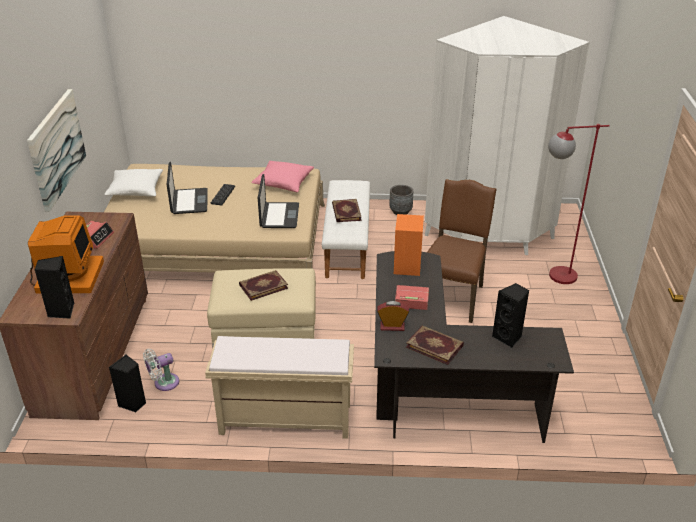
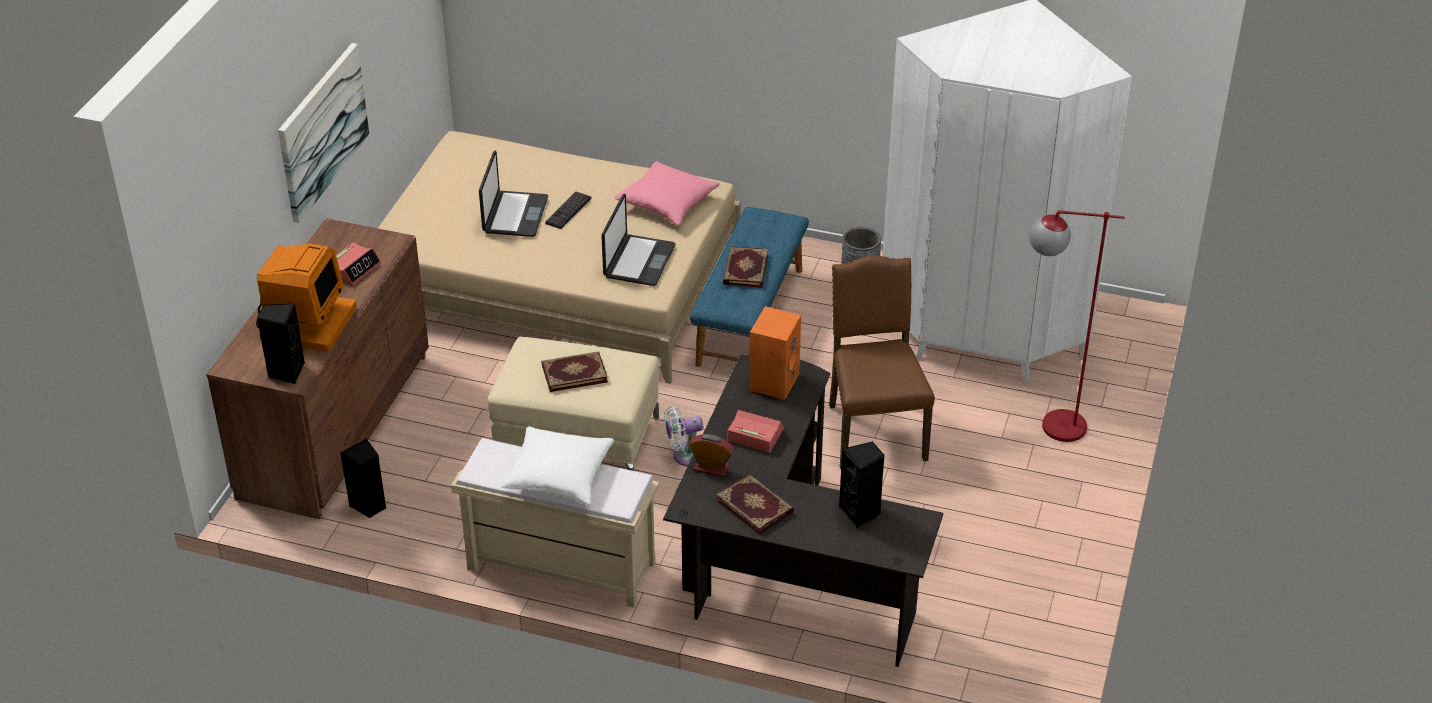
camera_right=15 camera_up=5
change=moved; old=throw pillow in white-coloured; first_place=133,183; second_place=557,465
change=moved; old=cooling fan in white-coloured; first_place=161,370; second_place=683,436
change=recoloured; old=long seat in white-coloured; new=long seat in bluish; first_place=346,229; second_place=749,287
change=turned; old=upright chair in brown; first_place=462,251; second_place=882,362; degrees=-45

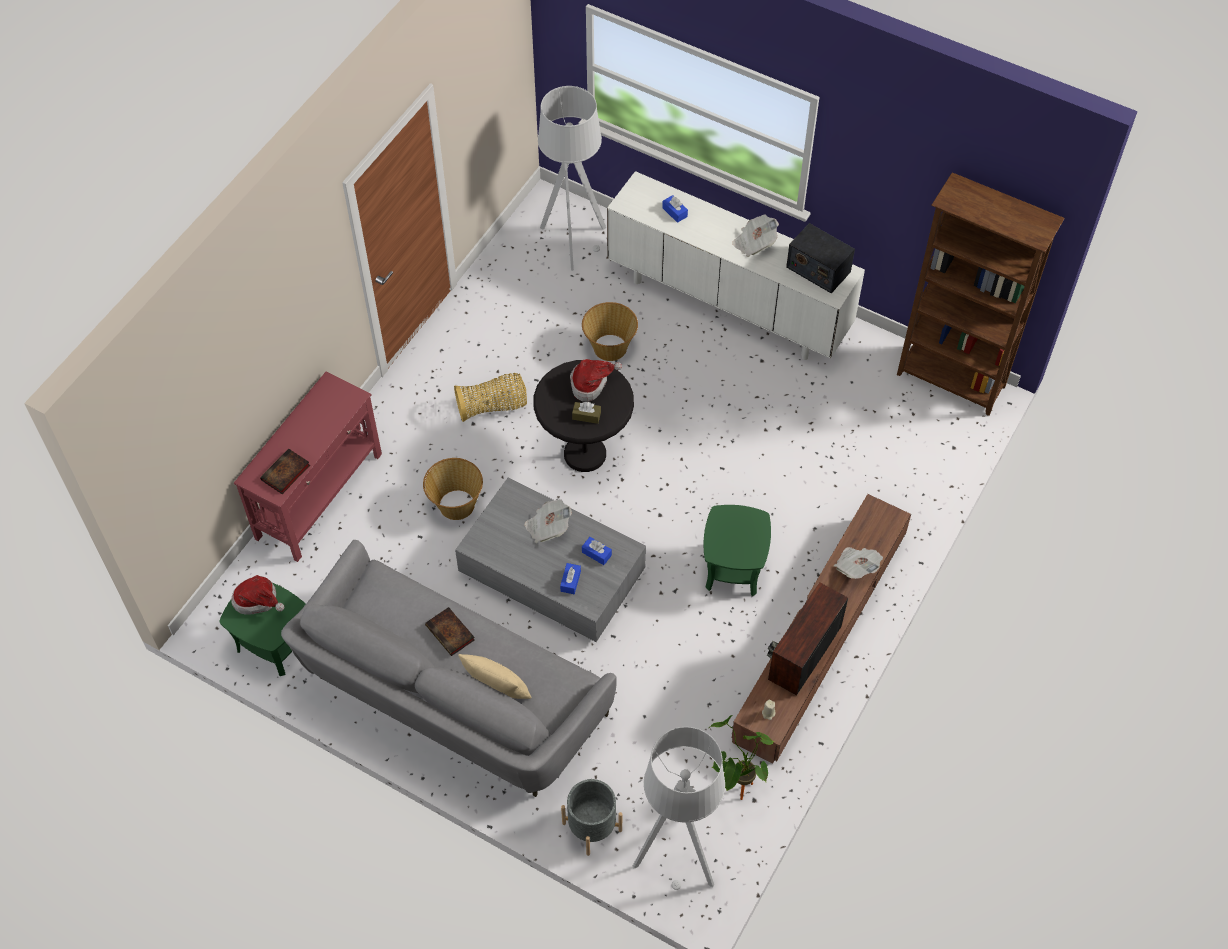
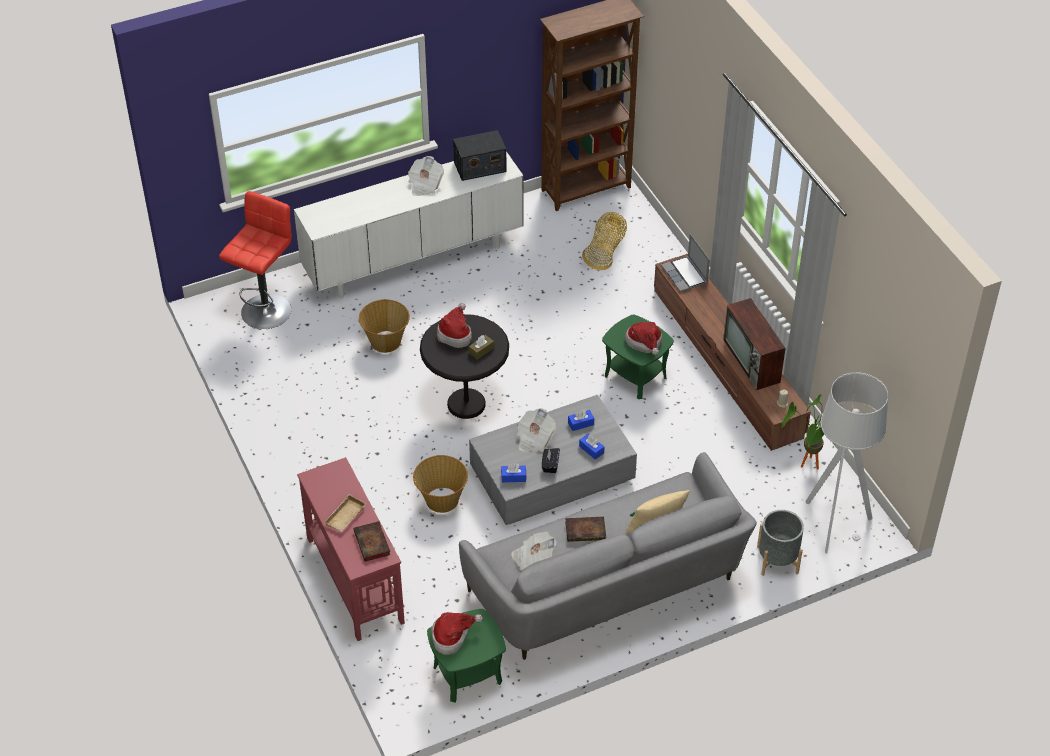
camera_right=-55 camera_up=-10
change=replaced; old=standard lamp in gray; new=stool seat in reddish; first_place=572,178; second_place=255,260
change=added; new=tray in beige; second_place=345,513
change=moved; old=box of tissues in bluish; first_place=675,209; second_place=513,473
change=moved; old=daily paper; first_place=858,563; second_place=534,551
change=added; new=box of tissues in blackish; second_place=551,460
change=moved; old=basket; first_place=490,397; second_place=604,241
change=added; new=hat; second_place=643,338
change=added; new=laptop; second_place=685,263

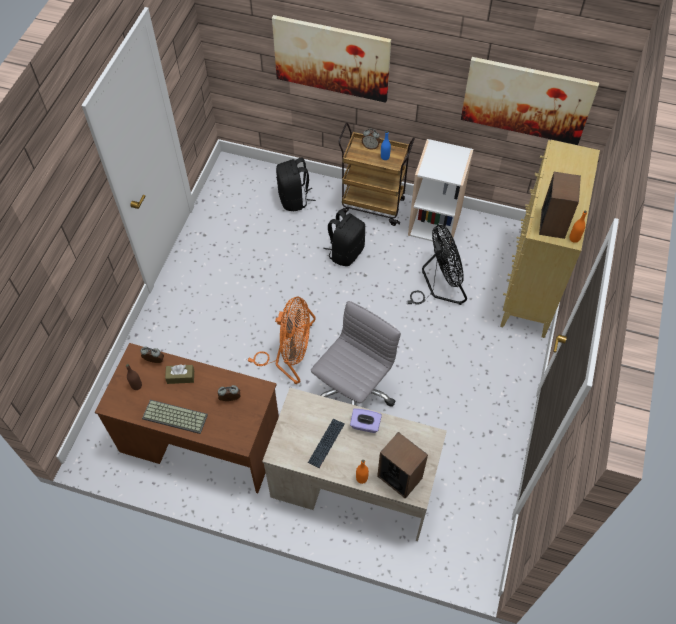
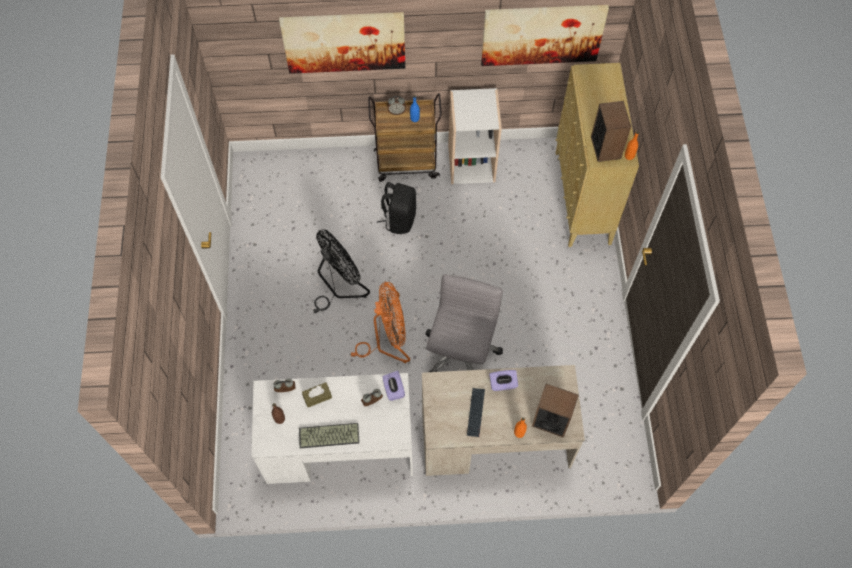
camera_right=-20 camera_up=5
change=recoloured; old=desk in brown; new=desk in white-coloured; first_place=187,418; second_place=332,428
change=moved; old=cooling fan in blackish; first_place=437,265; second_place=341,271
change=added; new=box of tissues in purplish; second_place=394,386
change=removed; old=rucksack in blackish; first_place=296,184

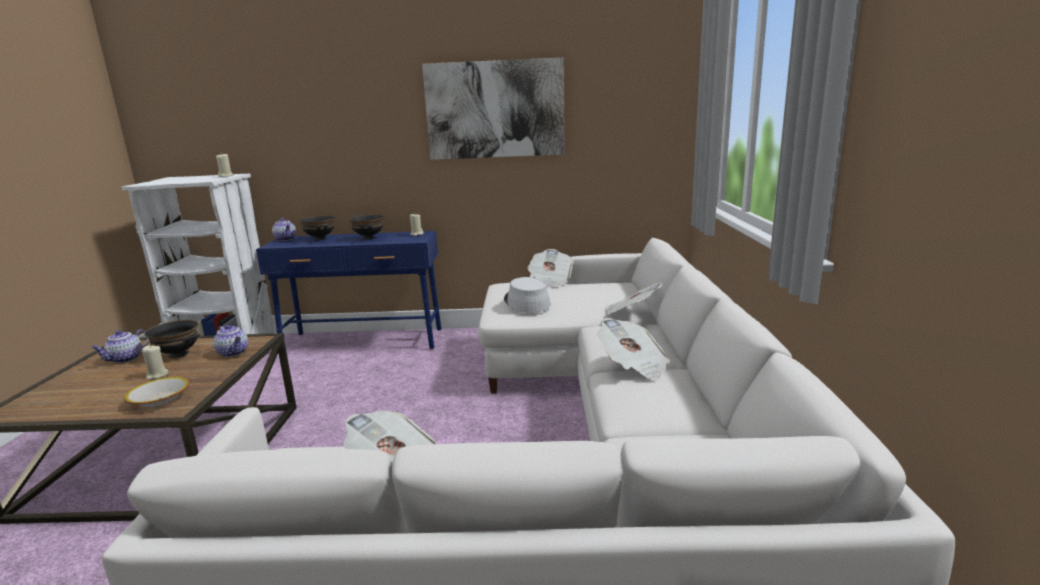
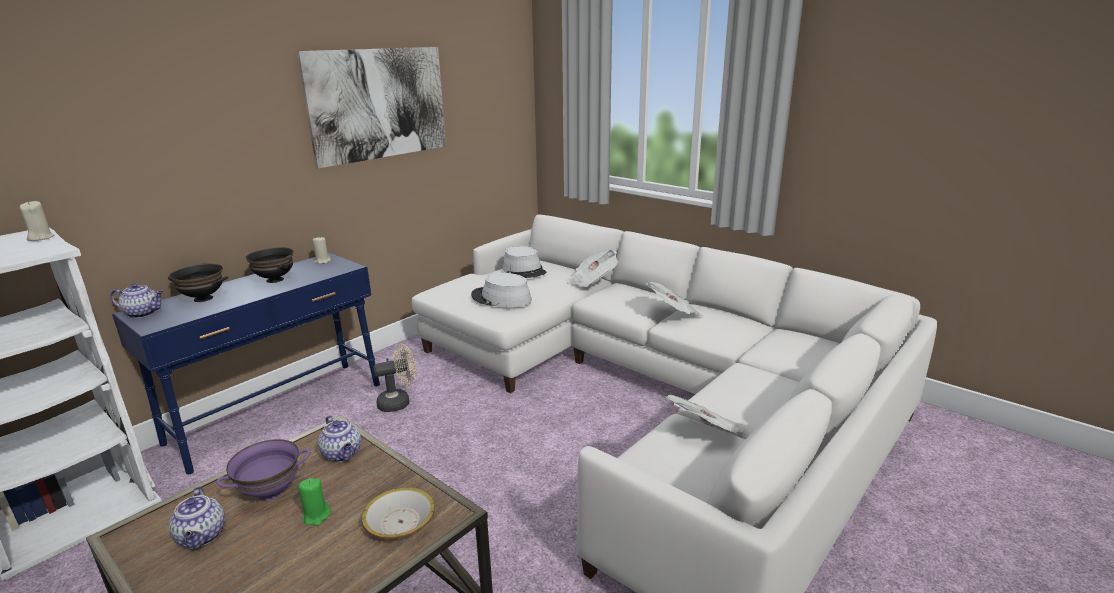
camera_right=-50 camera_up=5
change=recoloured; old=deep dish in blackish; new=deep dish in purplish; first_place=172,339; second_place=263,470
change=recoloured; old=wax light in beige; new=wax light in green; first_place=155,362; second_place=314,502
change=turned; old=tea pot; first_place=230,341; second_place=339,439; degrees=60
change=added; new=cooling fan in beige; second_place=395,378
change=added; new=hat in gray; second_place=524,262
change=removed; old=daily paper; first_place=550,268

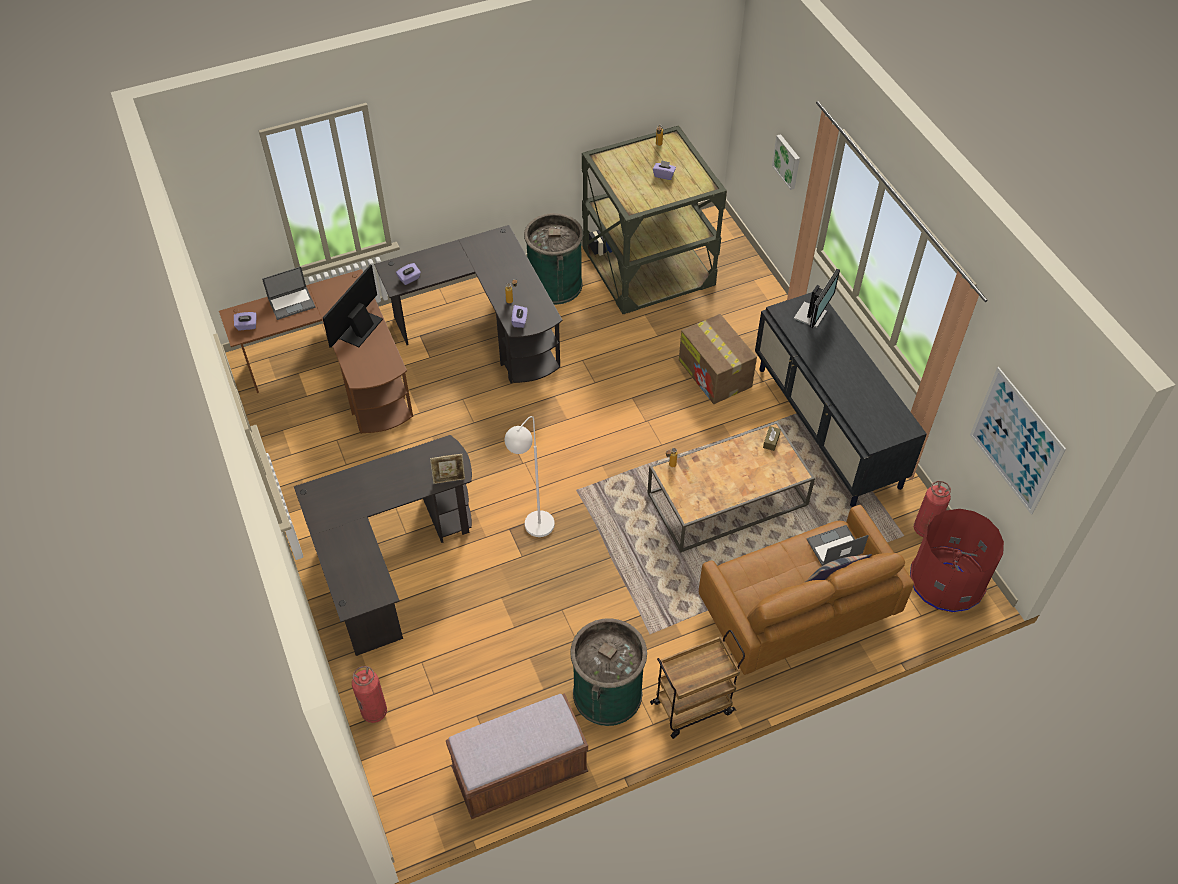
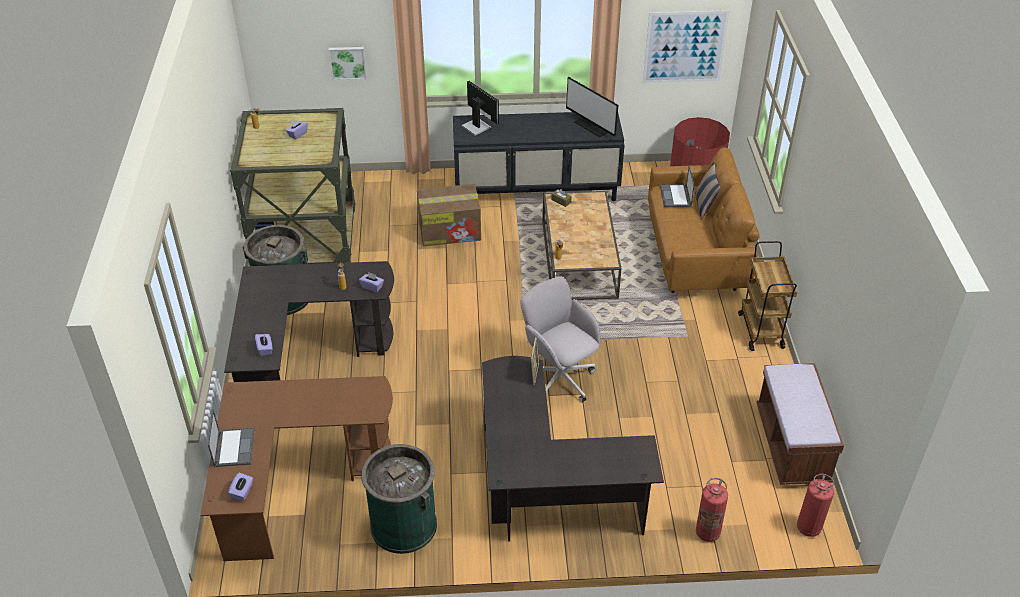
camera_right=-70 camera_up=-10
change=moved; old=trash can in green; first_place=608,672; second_place=399,499
change=replaced; old=standard lamp in white-coloured; new=desk chair in gray; first_place=530,476; second_place=560,339
change=moved; old=computer screen; first_place=353,306; second_place=592,107
change=moved; old=extinguisher; first_place=932,509; second_place=815,505

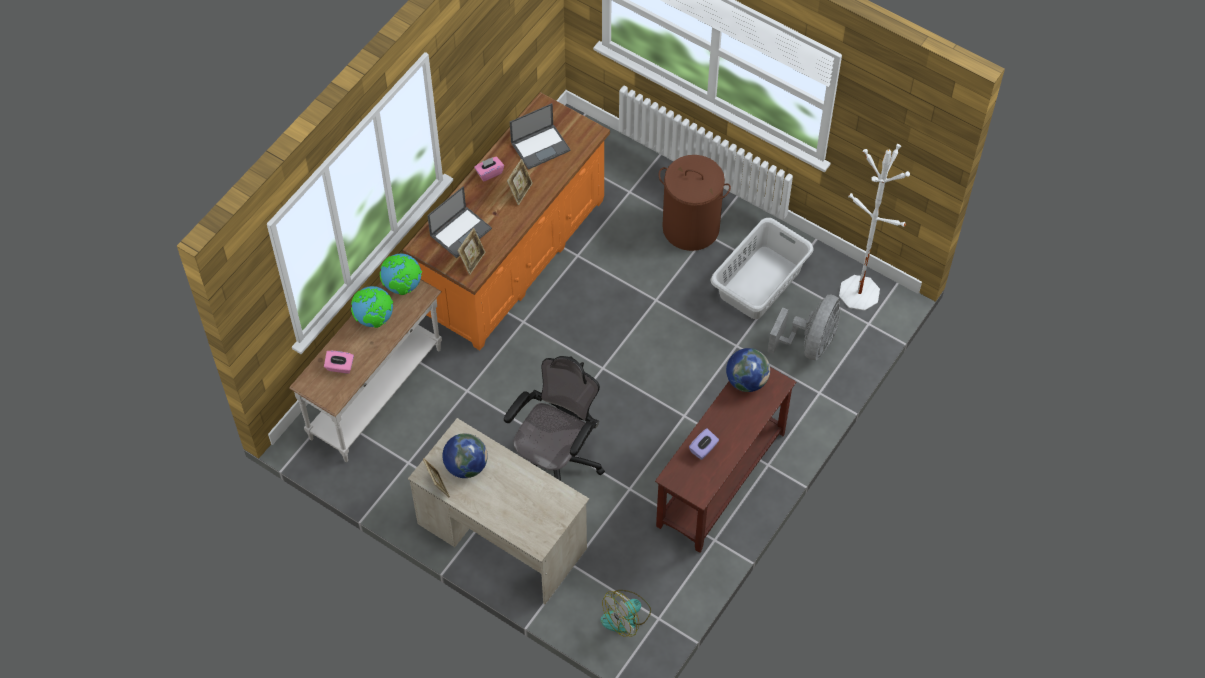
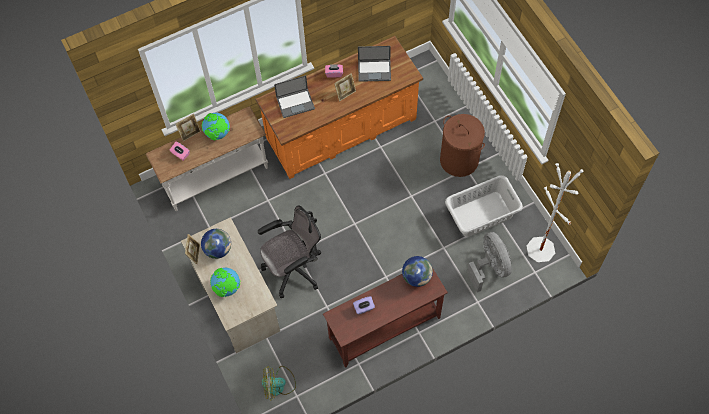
camera_right=30 camera_up=5
change=moved; old=photo frame; first_place=471,251; second_place=188,127
change=moved; old=desk globe; first_place=401,274; second_place=225,282
change=turned; old=cooling fan in gray; first_place=803,327; second_place=489,262; degrees=-75

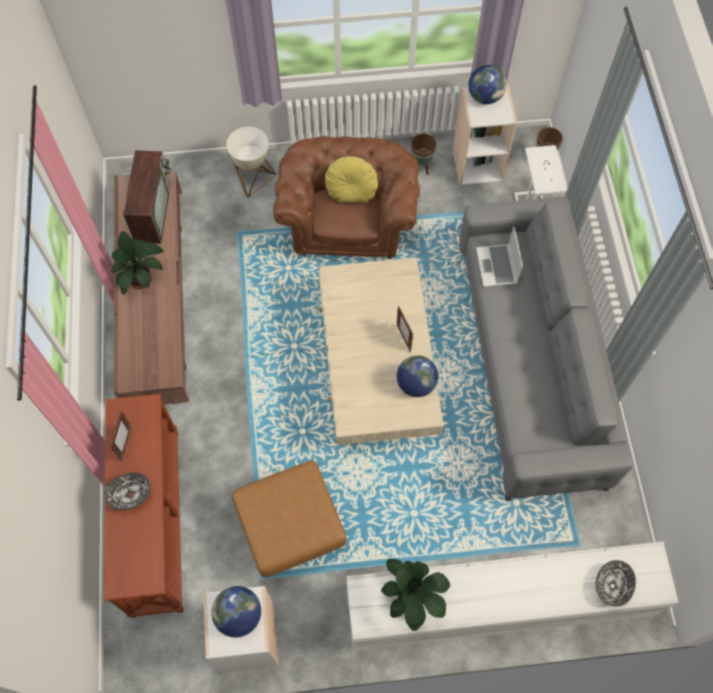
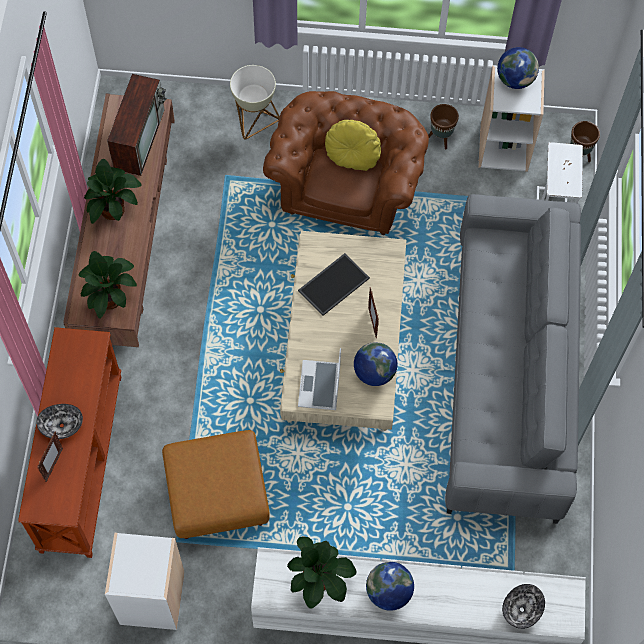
camera_right=10 camera_up=0
change=moved; old=photo frame; first_place=121,435; second_place=50,457
change=added; new=plant in a pot; second_place=107,285
change=added; new=tray; second_place=334,284
change=moved; old=laptop; first_place=499,256; second_place=319,379
change=moved; old=desk globe; first_place=236,611; second_place=390,586

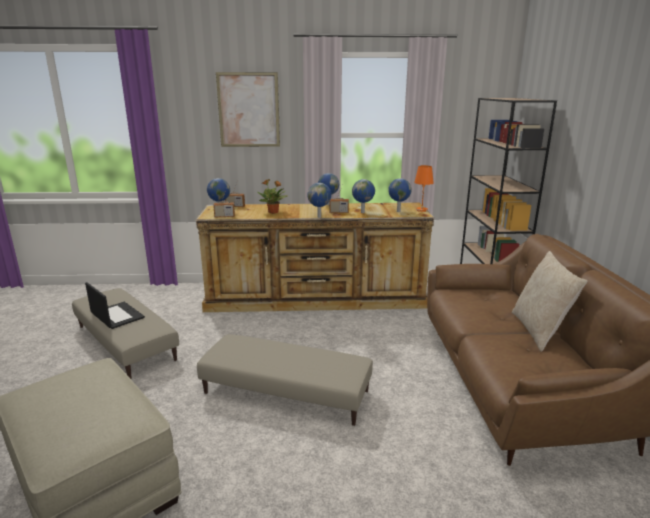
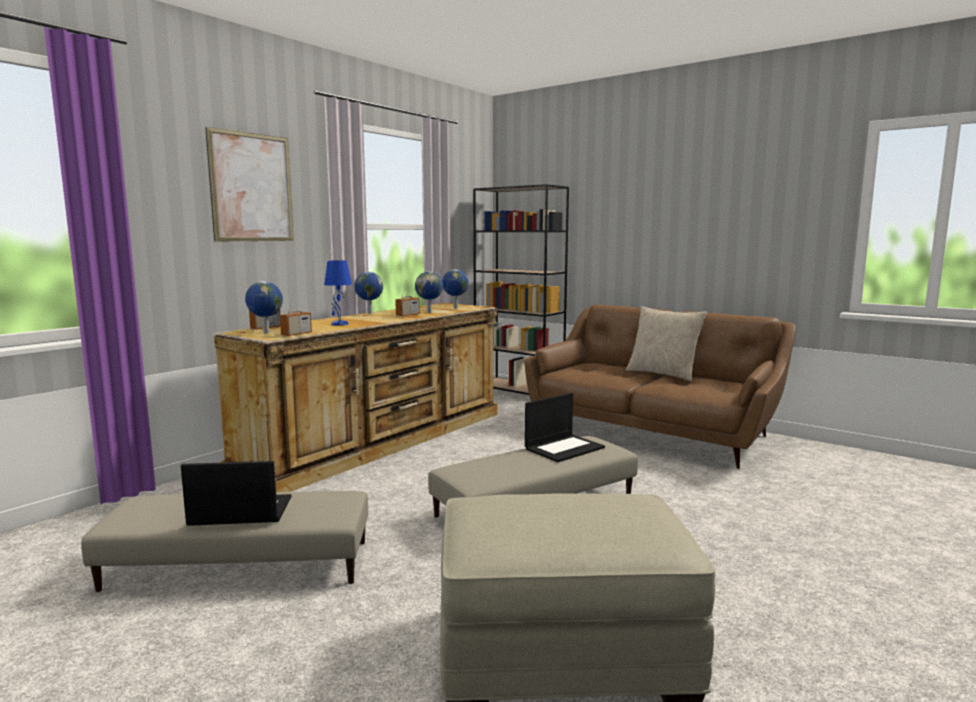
camera_right=-50 camera_up=-10
change=replaced; old=plant in a pot; new=lamp for a table in bluish; first_place=272,196; second_place=338,293
change=added; new=laptop; second_place=565,427
change=removed; old=desk globe; first_place=319,200
change=removed; old=lamp for a table in orangey; first_place=424,188

